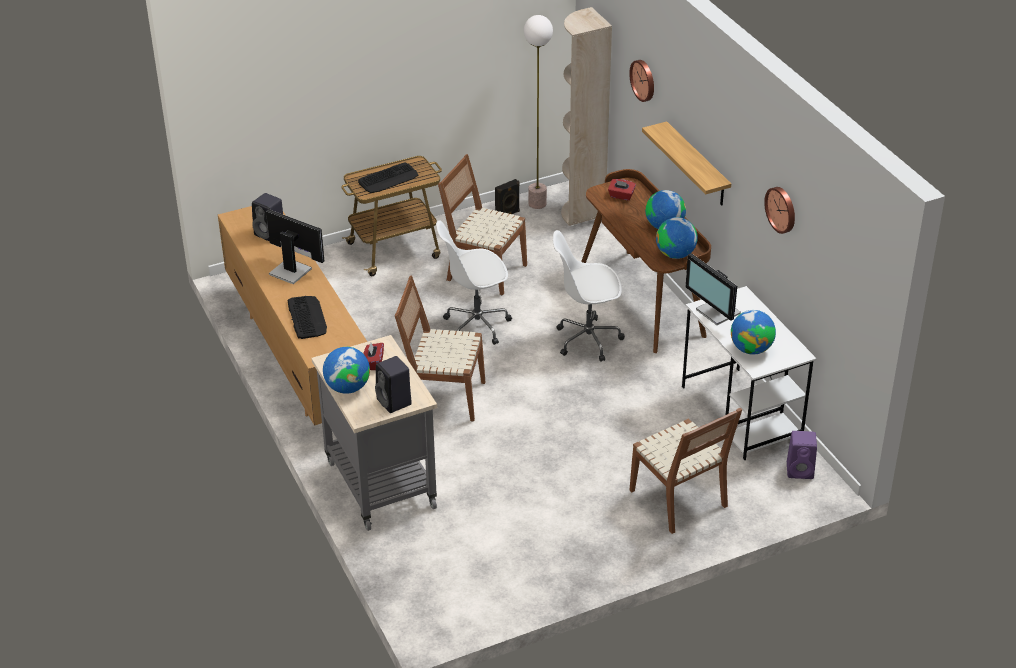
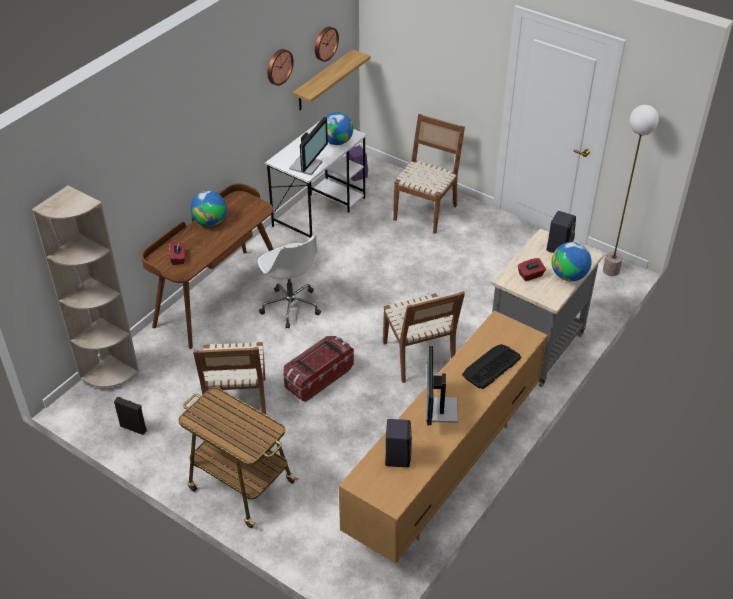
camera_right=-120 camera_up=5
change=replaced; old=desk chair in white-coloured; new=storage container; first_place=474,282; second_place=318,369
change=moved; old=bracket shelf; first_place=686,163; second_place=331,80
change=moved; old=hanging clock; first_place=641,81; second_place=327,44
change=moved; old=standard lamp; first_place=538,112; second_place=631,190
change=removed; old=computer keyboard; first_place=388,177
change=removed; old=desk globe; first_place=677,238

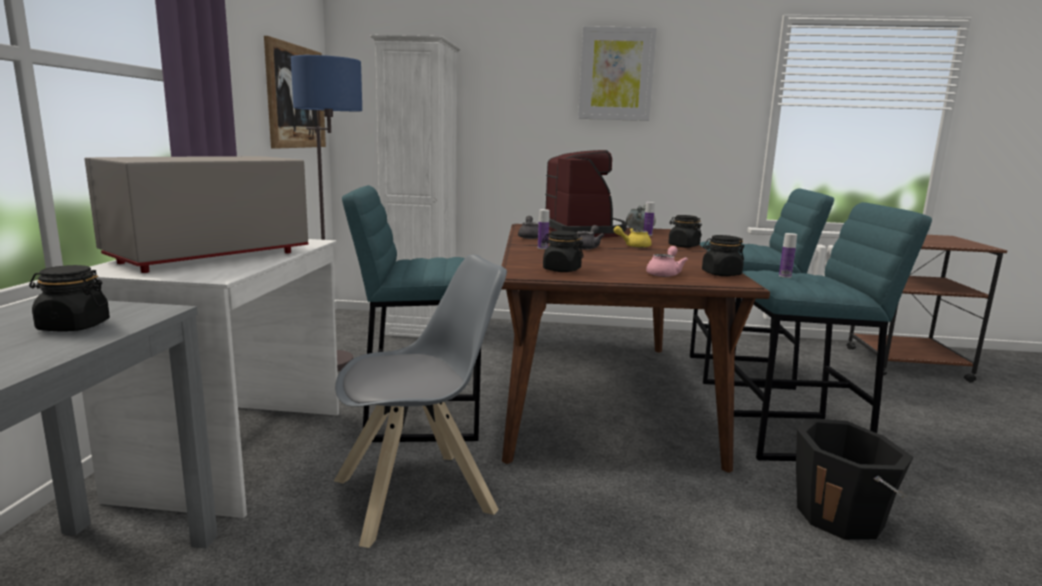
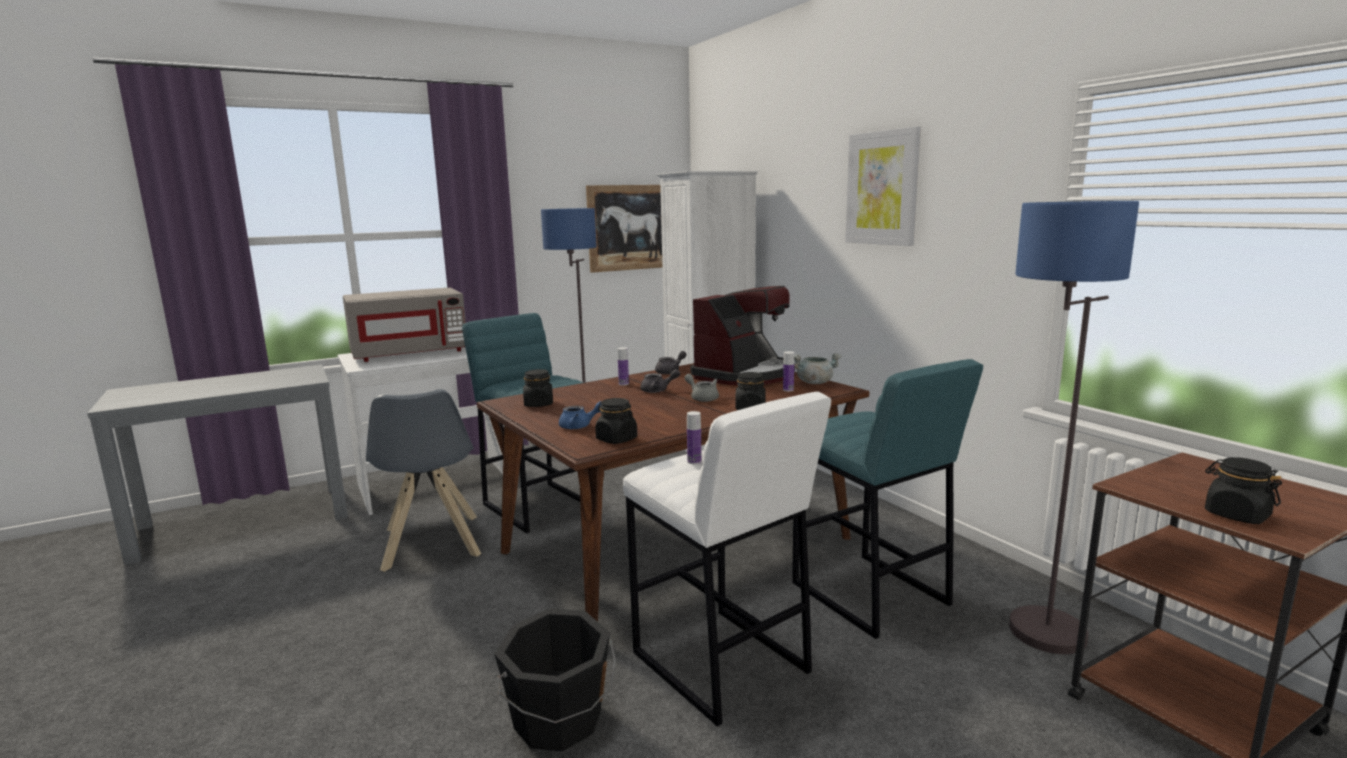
camera_right=55 camera_up=0
change=turned; old=microwave oven in gray; first_place=196,214; second_place=404,325; degrees=150
change=turned; old=upright chair in gray; first_place=420,401; second_place=423,480; degrees=45
change=recoloured; old=tea pot in pinkish; new=tea pot in bluish; first_place=667,261; second_place=580,415
change=recoloured; old=stool seat in blue-green; new=stool seat in white-coloured; first_place=833,331; second_place=727,559
change=recoloured; old=tea pot in yellow; new=tea pot in gray; first_place=632,237; second_place=701,388
change=added; new=standard lamp in bluish; second_place=1074,427
change=moved; old=storage jar in blackish; first_place=69,298; second_place=1243,490

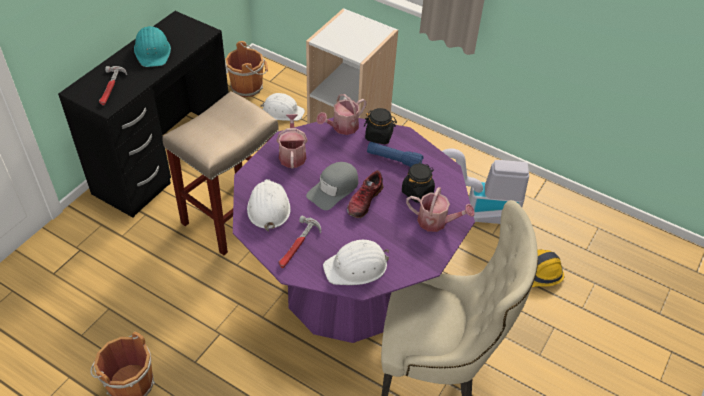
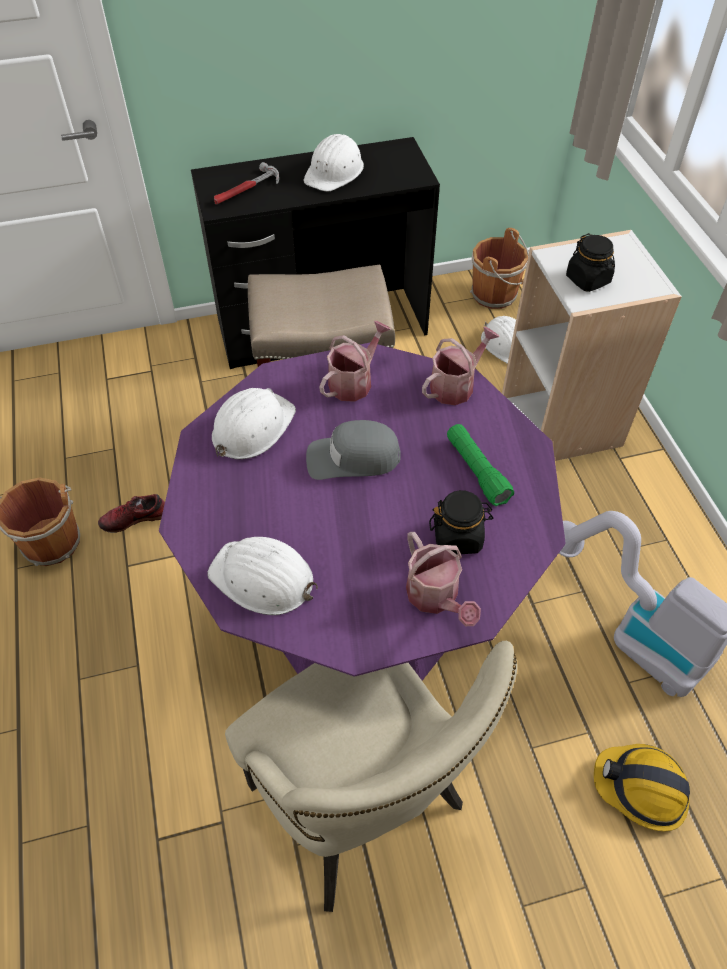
camera_right=45 camera_up=5
change=moved; old=low shoe; first_place=365,194; second_place=131,513
change=recoloured; old=hard hat in blue-green; new=hard hat in white-coloured; first_place=152,46; second_place=333,163
change=turned; old=sprinkling can; first_place=341,114; second_place=461,366; degrees=135
change=recoloured; old=flashlight in bluish; new=flashlight in green; first_place=395,154; second_place=480,465
change=moved; old=storage jar in blackish; first_place=380,126; second_place=590,262
change=removed; old=hand hammer; first_place=300,241

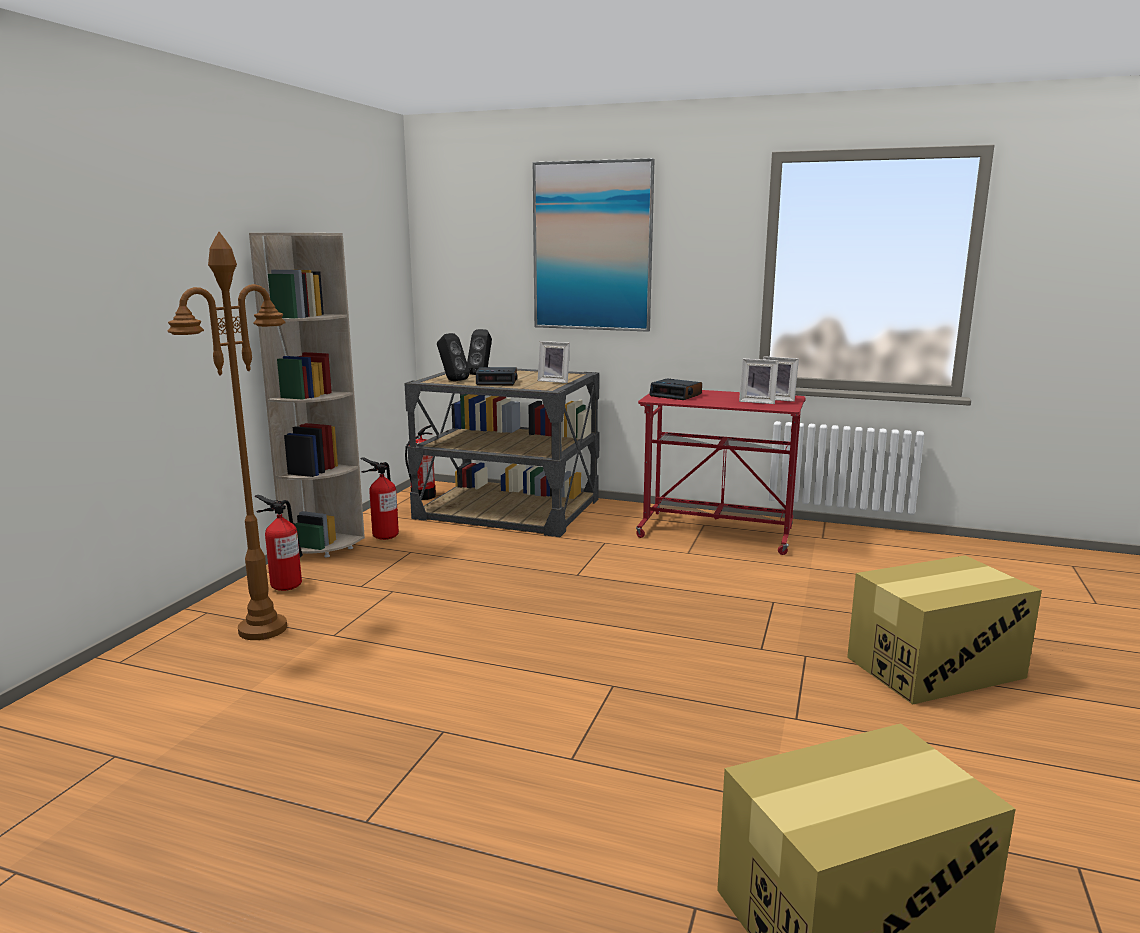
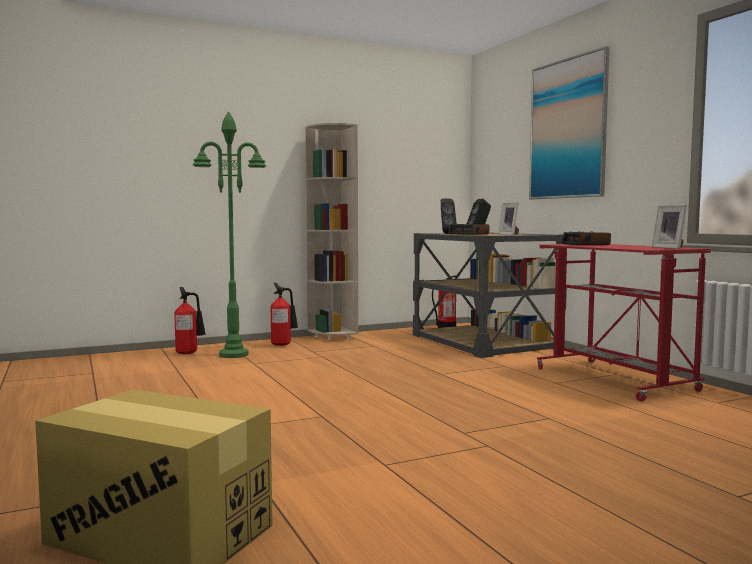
camera_right=45 camera_up=-10
change=moved; old=extinguisher; first_place=380,498; second_place=190,320
change=recoloured; old=standard lamp in brown; new=standard lamp in green; first_place=227,436; second_place=229,234
change=removed; old=photo frame; first_place=759,381
change=removed; old=carton; first_place=944,630

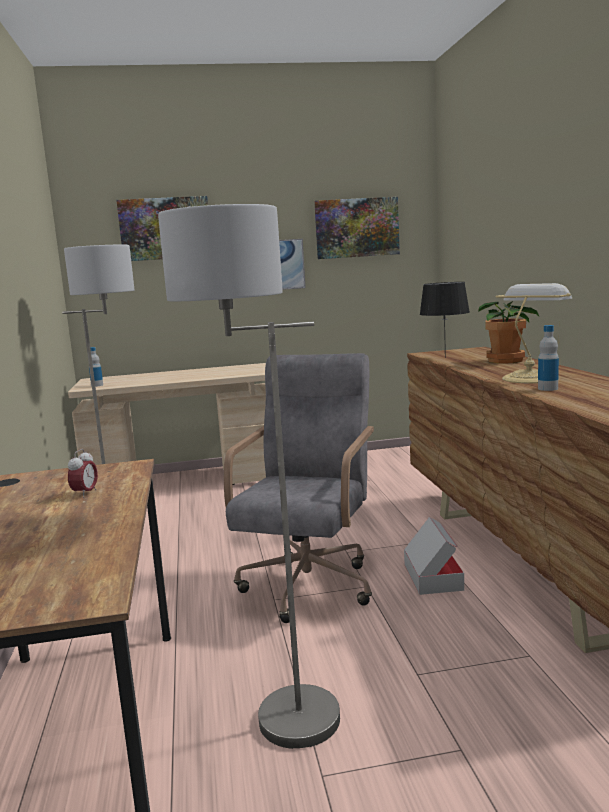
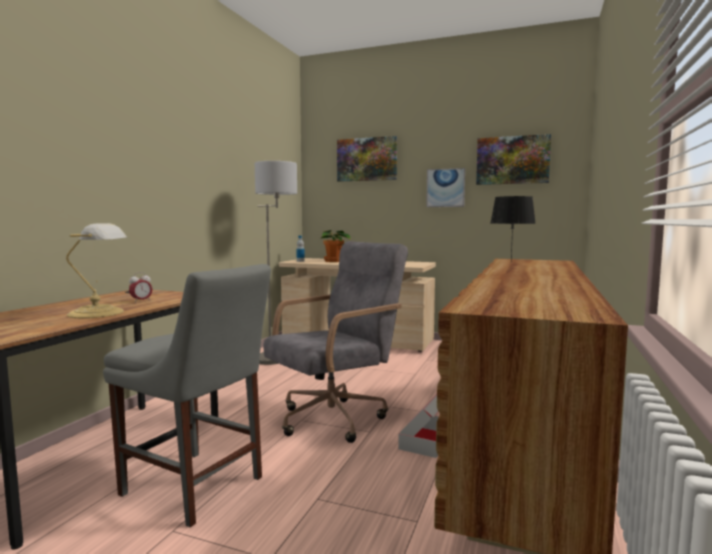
camera_right=30 camera_up=-5
change=moved; old=lamp for a table; first_place=534,333; second_place=96,270
change=replaced; old=standard lamp in gray; new=upright chair in gray; first_place=249,476; second_place=187,395
change=moved; old=plant in a pot; first_place=508,332; second_place=335,246
change=removed; old=drink bottle; first_place=548,358

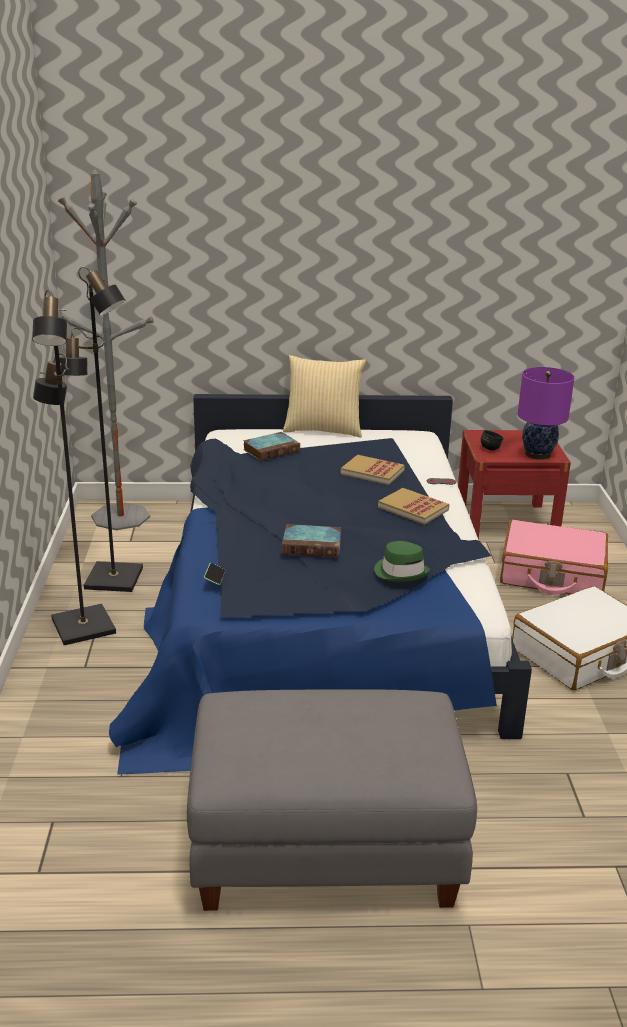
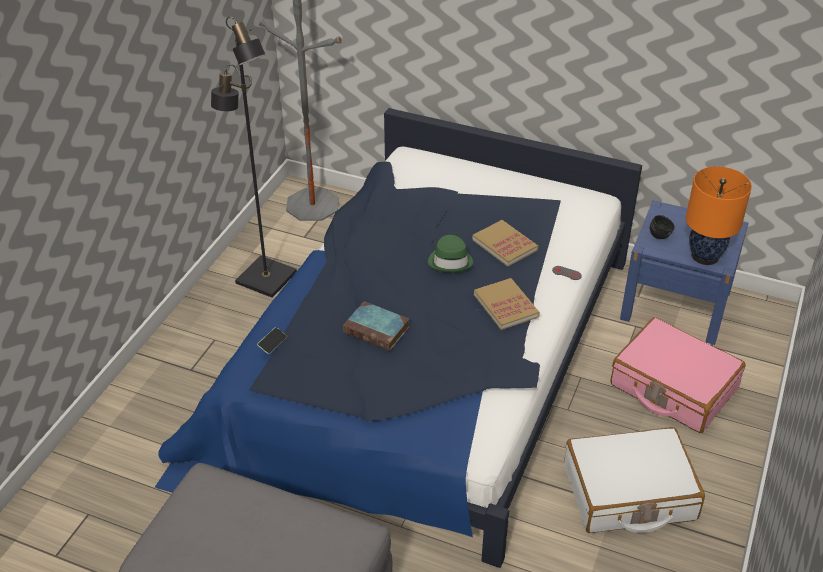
camera_right=25 camera_up=15
change=moved; old=hat in green; first_place=402,561; second_place=450,254
change=recoloured; old=bedside table in reddish; new=bedside table in bluish; first_place=514,485; second_place=684,272
change=recoloured; old=lamp for a table in purplish; new=lamp for a table in orangey; first_place=546,413; second_place=719,215
change=removed; old=standard lamp in blackish; first_place=74,467
change=removed; old=bound book; first_place=271,446
change=removed; old=throw pillow; first_place=324,396

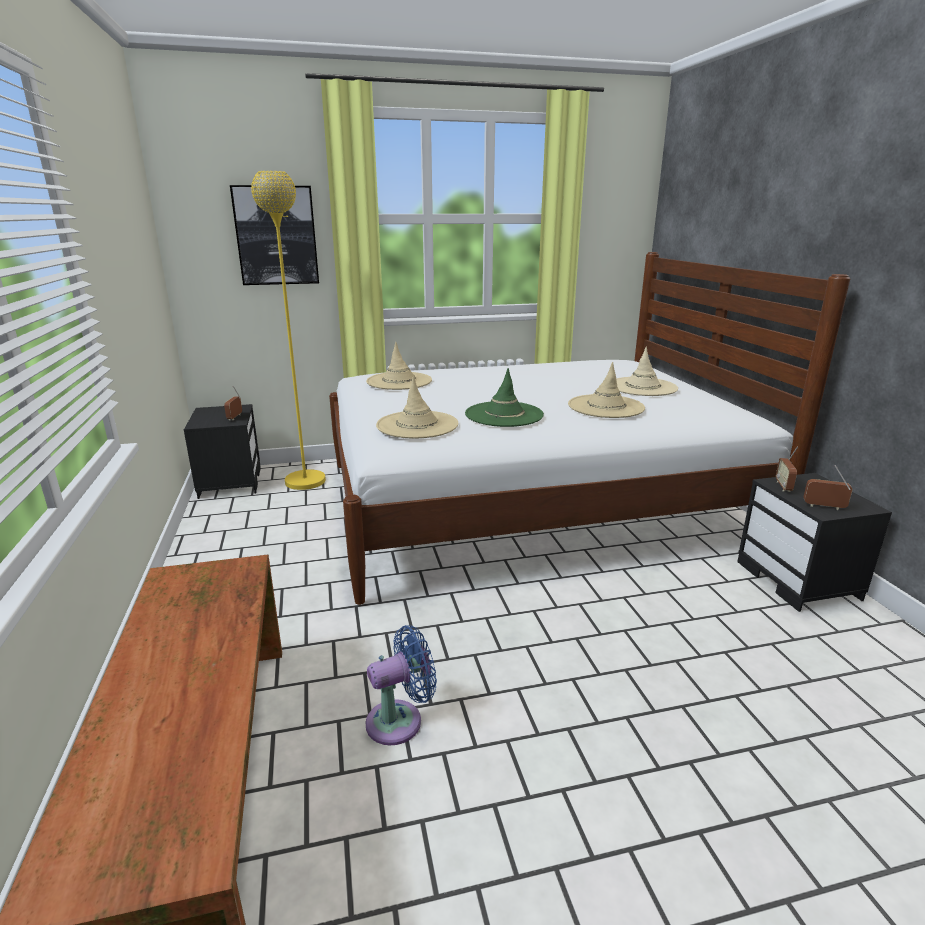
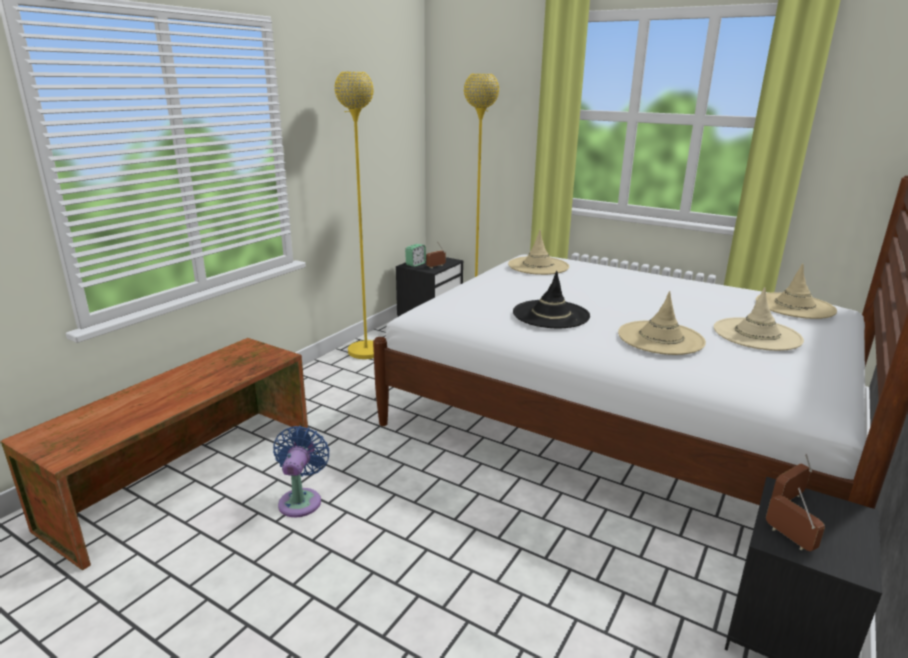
camera_right=45 camera_up=0
change=turned; old=cooling fan in bluish; first_place=401,685; second_place=301,471; degrees=-105
change=added; new=standard lamp in yellow; second_place=354,215
change=added; new=bedside clock; second_place=415,255
change=recoloured; old=hat in green; new=hat in blackish; first_place=504,397; second_place=551,299
change=moved; old=hat in beige; first_place=417,407; second_place=796,291
change=removed; old=wall picture; first_place=274,235

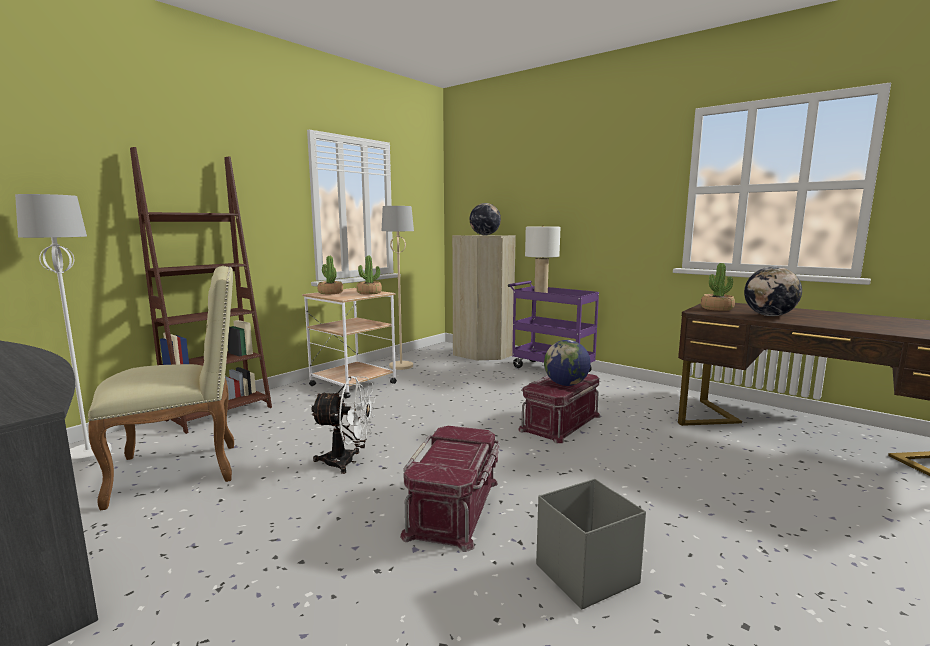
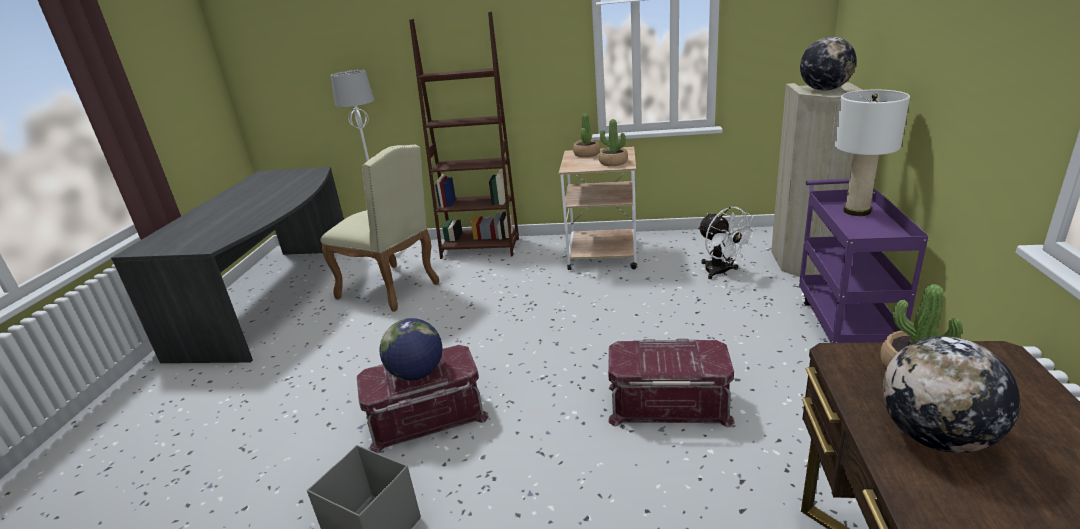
camera_right=60 camera_up=15
change=moved; old=desk globe; first_place=567,363; second_place=411,349
change=moved; old=cooling fan in white-coloured; first_place=343,425; second_place=727,243
change=removed; old=standard lamp in beige; first_place=398,288

